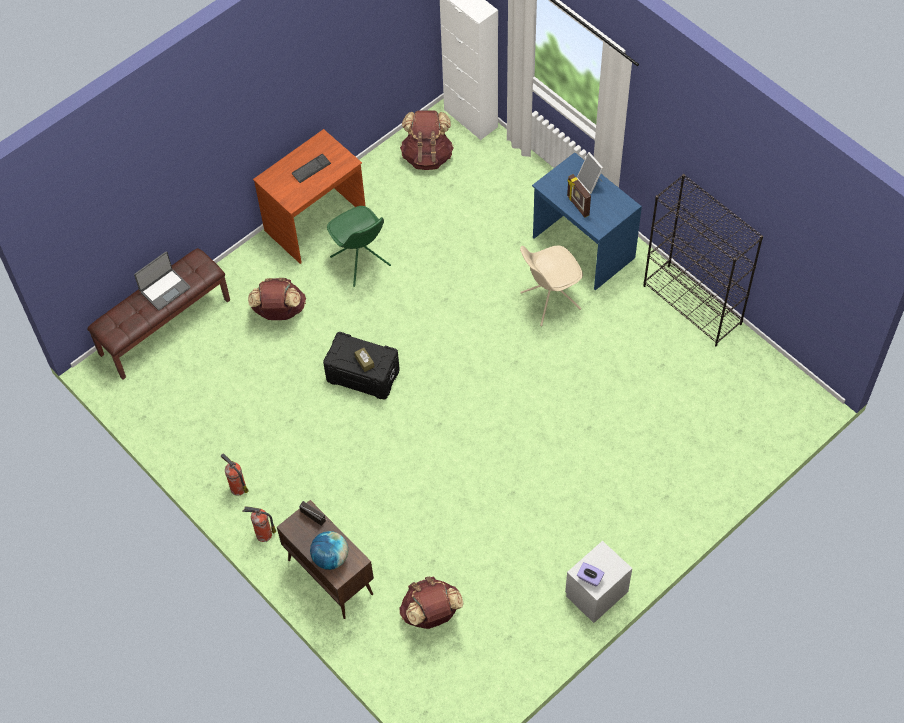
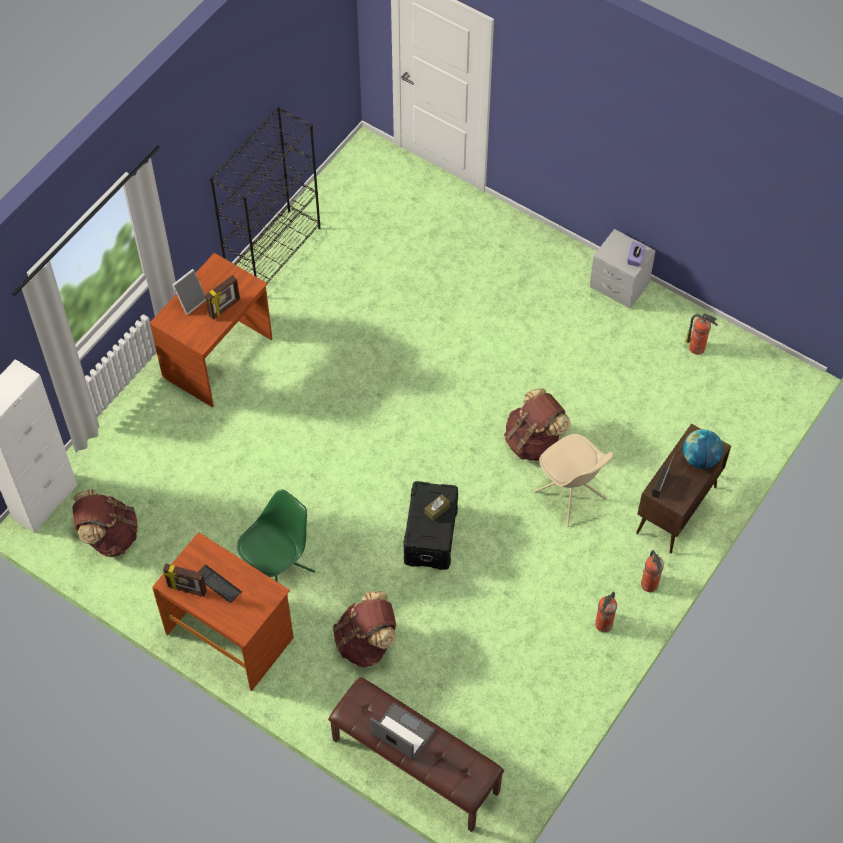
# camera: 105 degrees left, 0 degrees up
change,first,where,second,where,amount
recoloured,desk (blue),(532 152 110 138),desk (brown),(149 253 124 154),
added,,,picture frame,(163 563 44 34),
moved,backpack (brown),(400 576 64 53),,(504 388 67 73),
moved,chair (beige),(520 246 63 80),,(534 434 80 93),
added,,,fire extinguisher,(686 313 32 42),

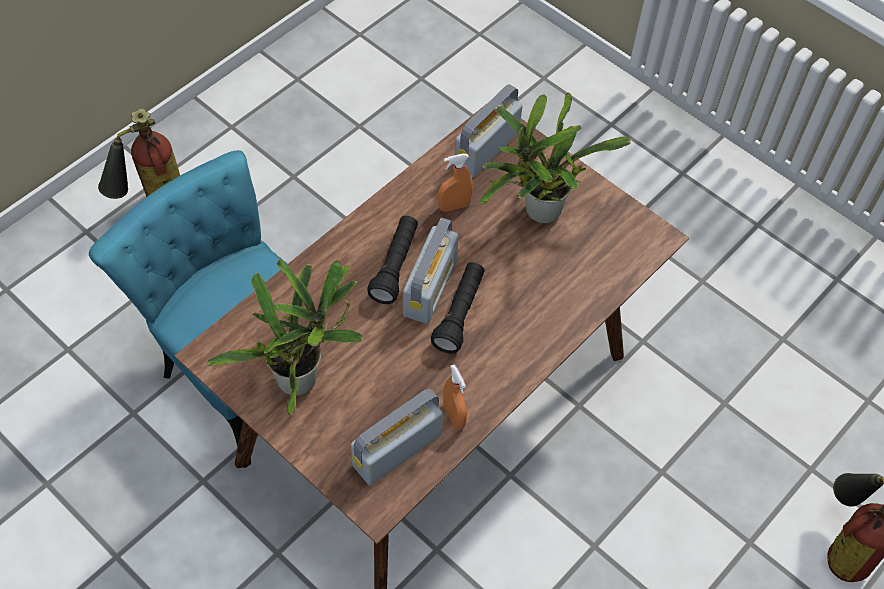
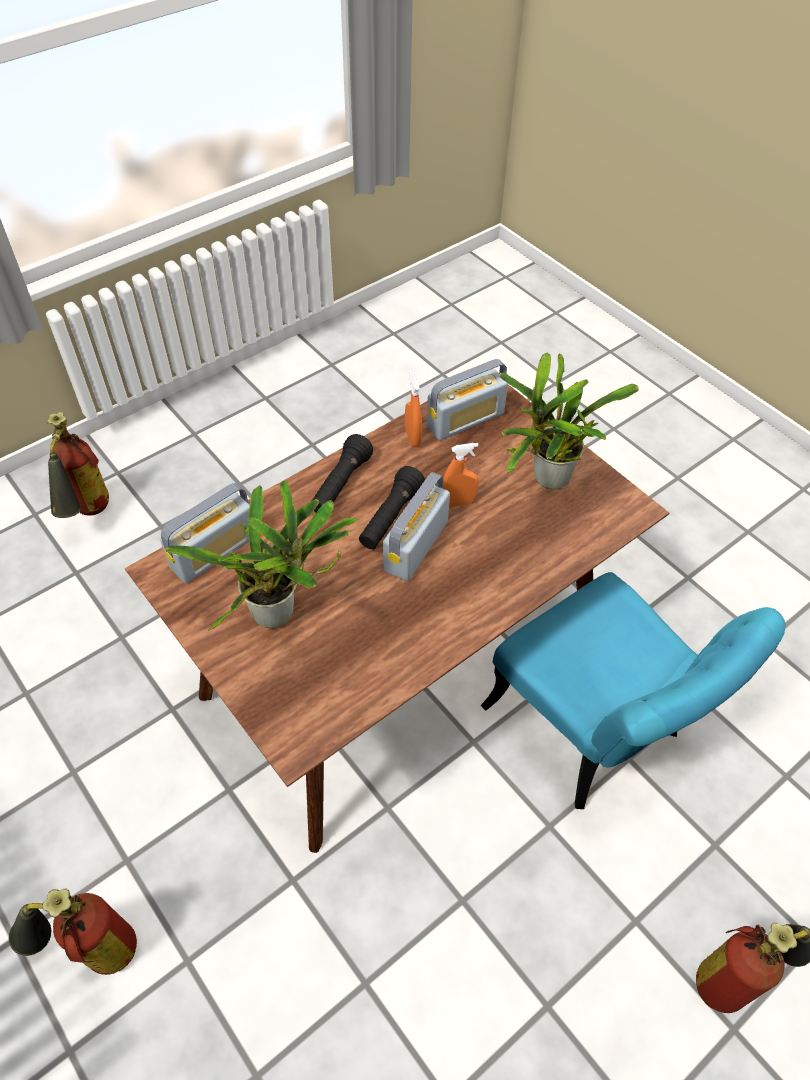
# camera: 170 degrees left, 5 degrees down
change,first,where,second,where,amount
added,,,fire extinguisher,(9 889 128 86),
moved,radio,(455 84 68 93),,(160 483 90 100),
moved,flashlight (black),(367 216 51 88),,(312 434 61 78),
moved,spray bottle (orange),(438 153 35 59),,(443 443 36 64),

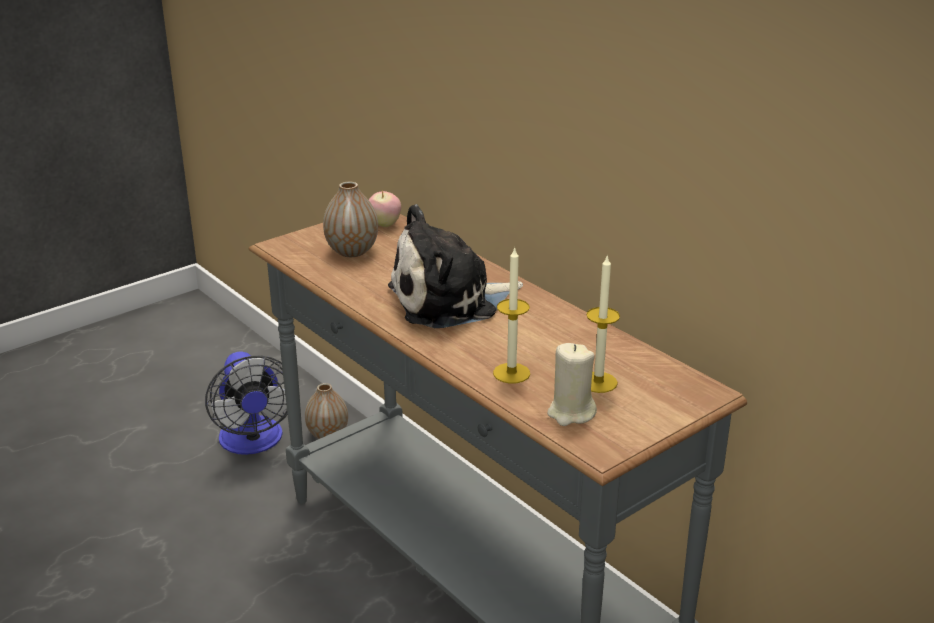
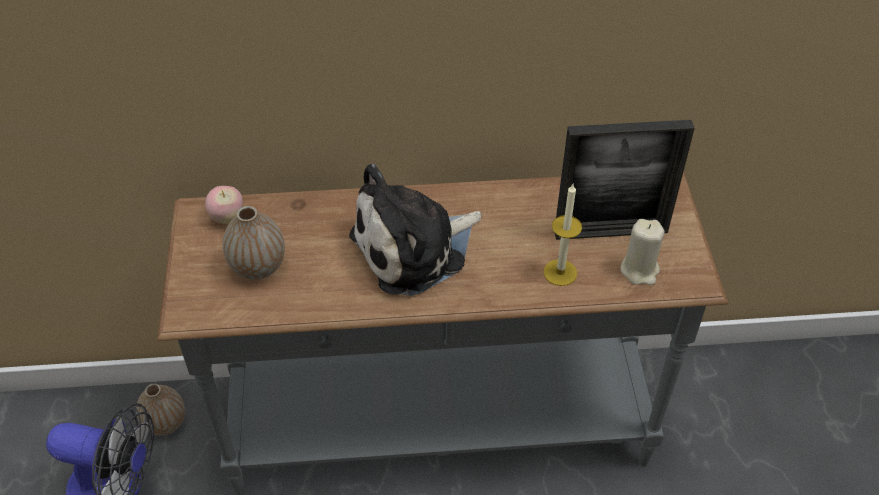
# camera: 55 degrees left, 20 degrees up
change,first,where,second,where,amount
turned,plush toy,(388 204 135 124),,(349 164 132 132),45 degrees clockwise
replaced,candle,(586 254 34 139),picture frame,(555 120 140 120),

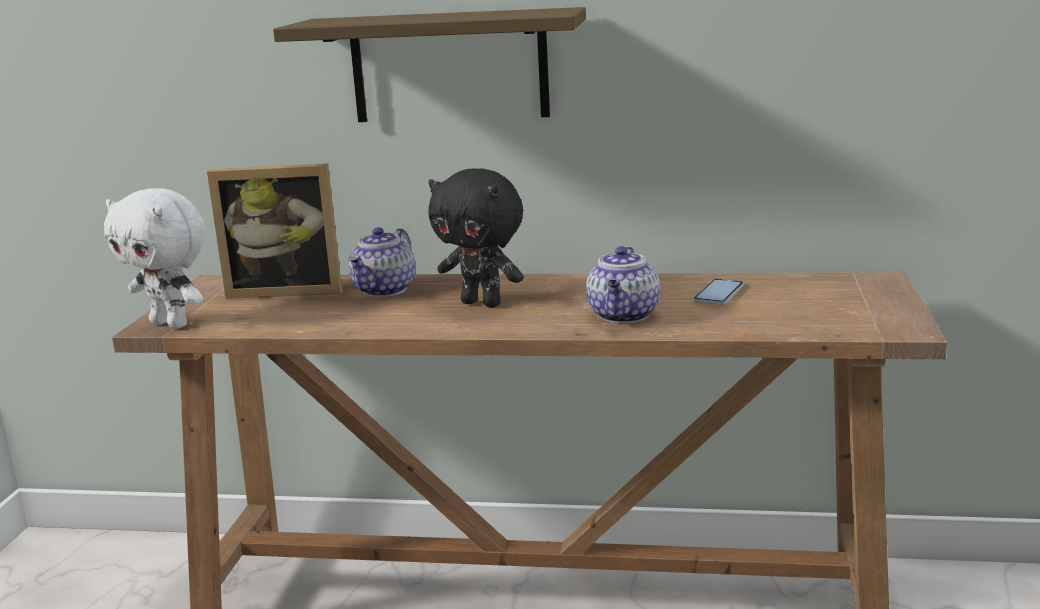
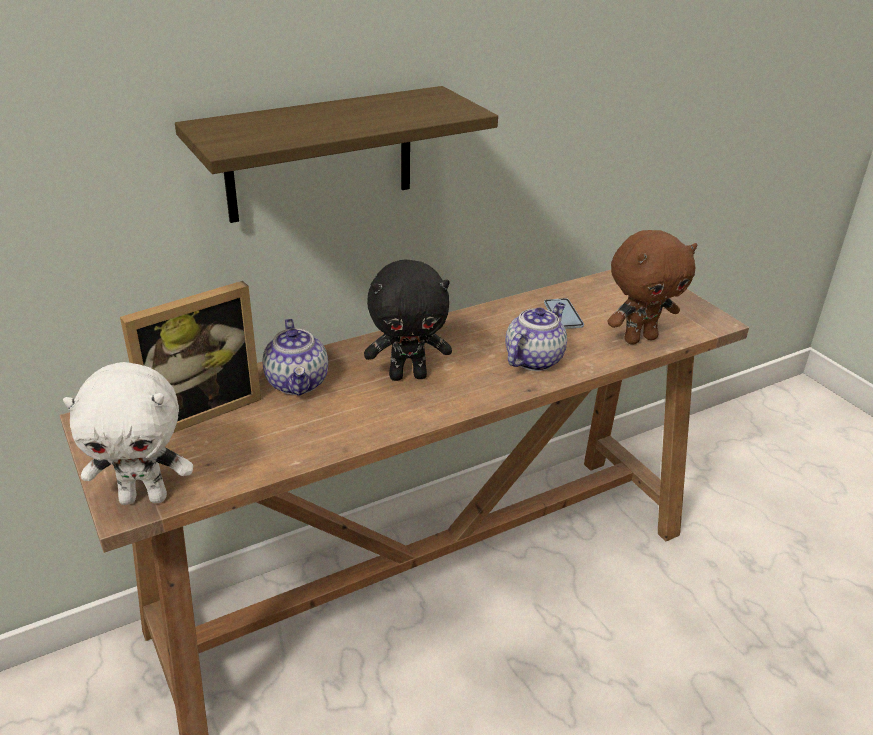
# camera: 40 degrees left, 15 degrees up
change,first,where,second,where,amount
turned,teapot,(586 246 74 77),,(505 302 62 69),120 degrees counterclockwise
added,,,plush toy (brown),(607 230 90 115),

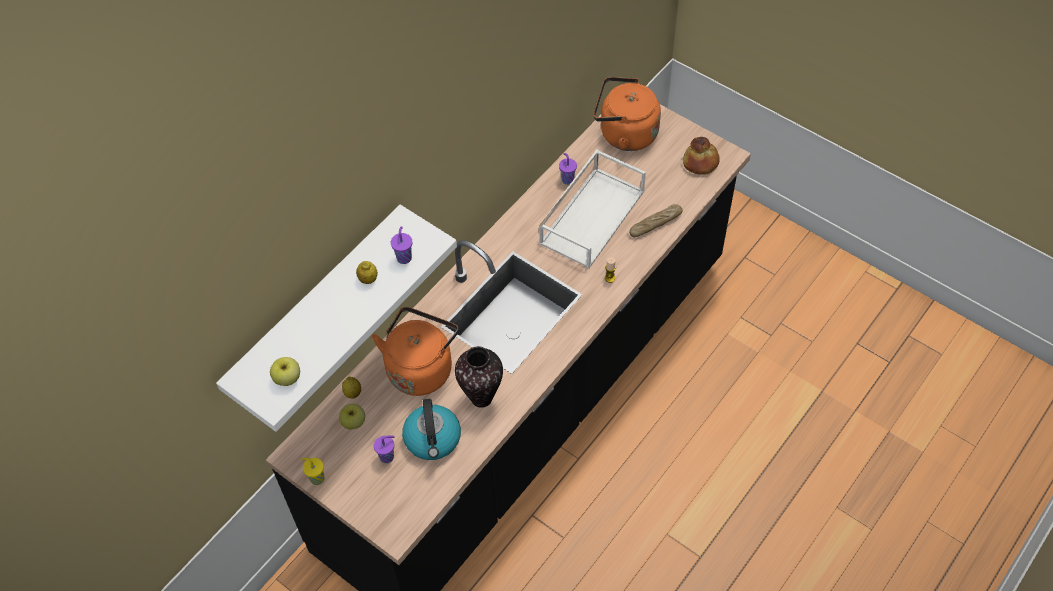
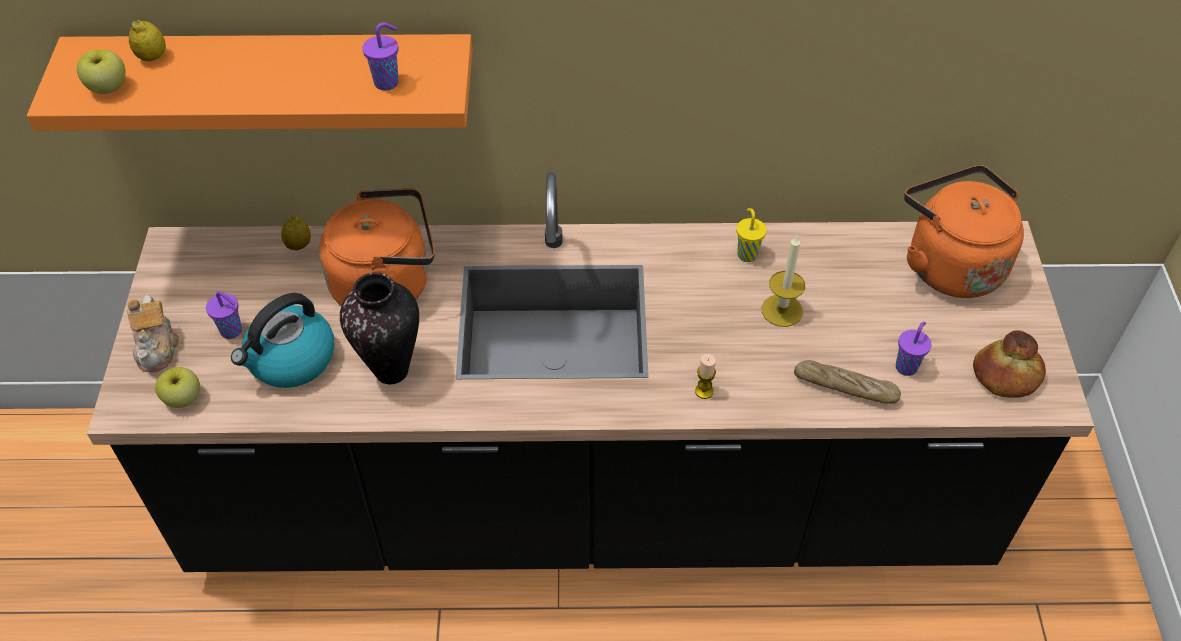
# camera: 50 degrees right, 5 degrees down
change,first,where,second,where,amount
recoloured,shelf (white),(216 205 241 227),shelf (orange),(27 34 446 97),
added,,,teapot,(127 295 52 77),
moved,lemon,(356 261 22 23),,(129 20 37 41),
moved,apple,(339 404 26 25),,(155 367 45 41),
moved,cup (yellow),(301 458 23 27),,(737 208 30 54),
replaced,tray (white),(539 149 107 119),candle,(762 236 43 91),
moved,cup (purple),(559 153 18 32),,(896 322 35 54),

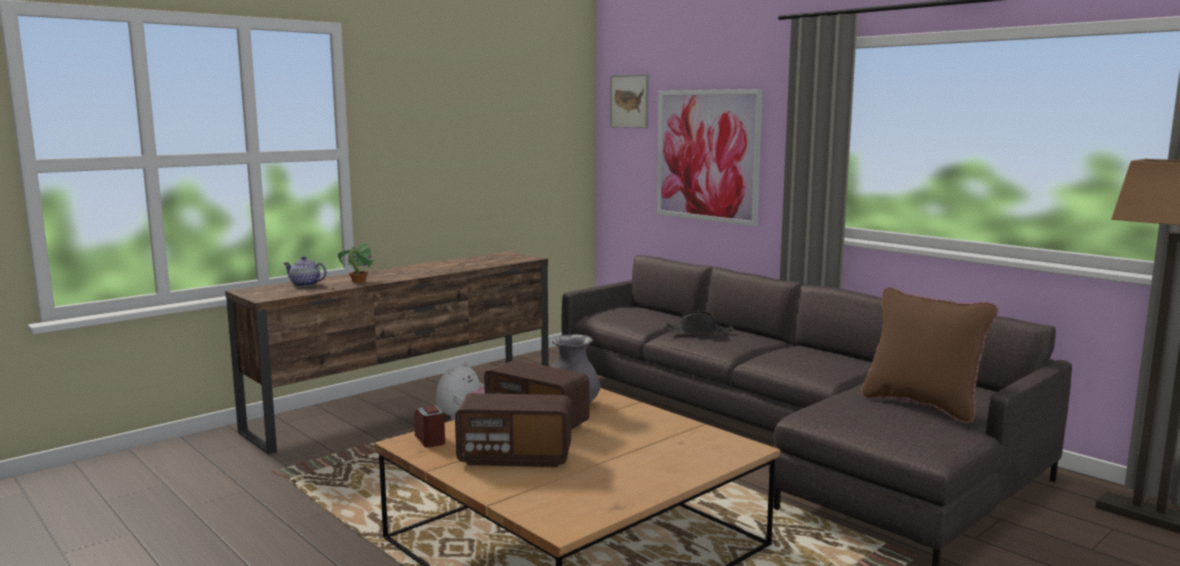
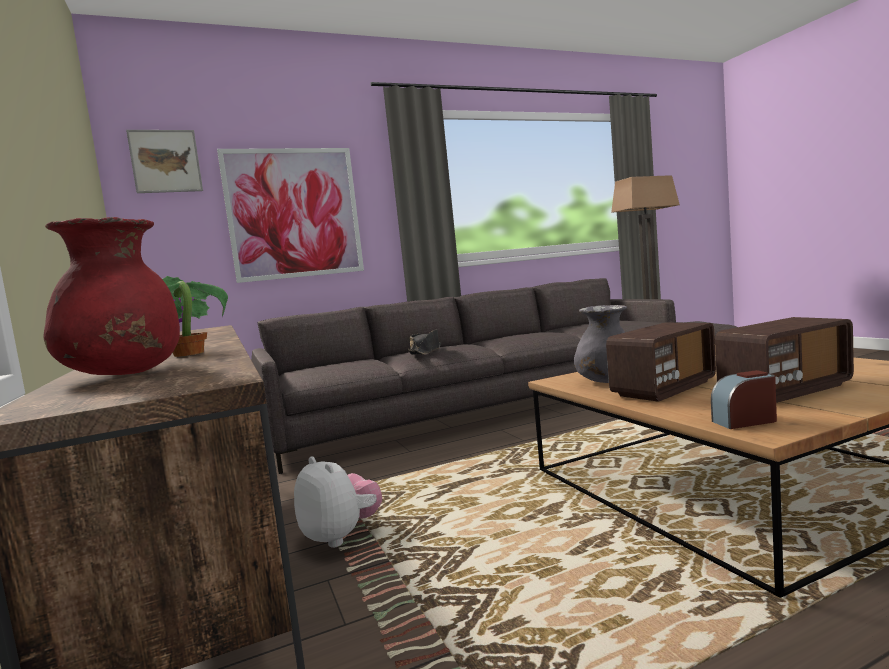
# camera: 70 degrees left, 5 degrees down
change,first,where,second,where,amount
replaced,teapot,(283 256 44 31),vase (red),(43 217 137 158),
turned,radio,(455 393 116 74),,(715 317 139 86),45 degrees clockwise
removed,pillow (brown),(861 287 137 136),,,

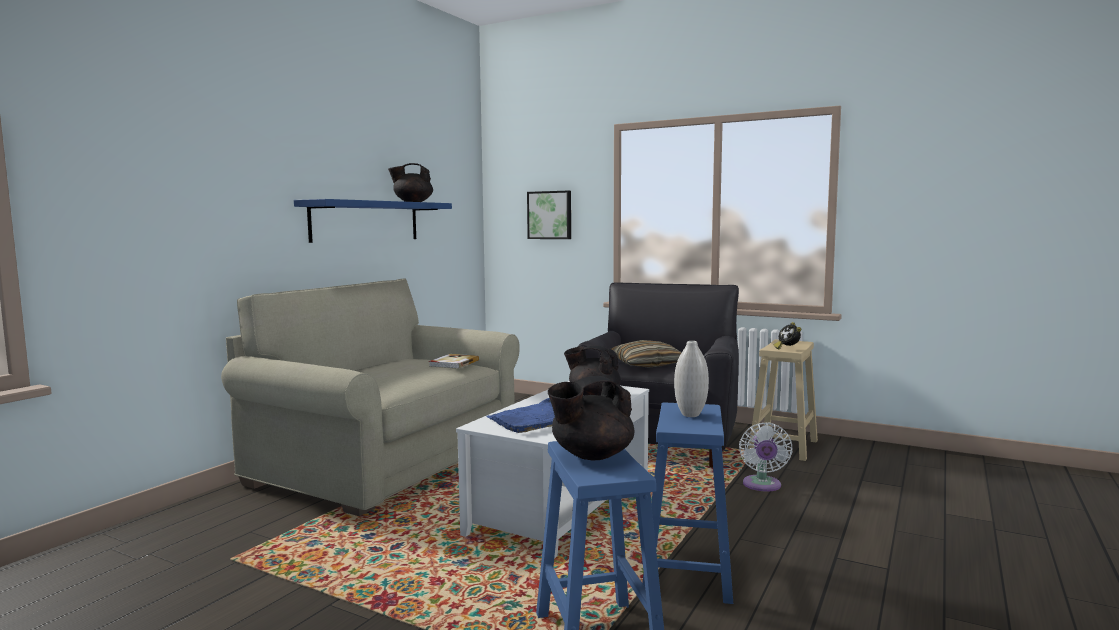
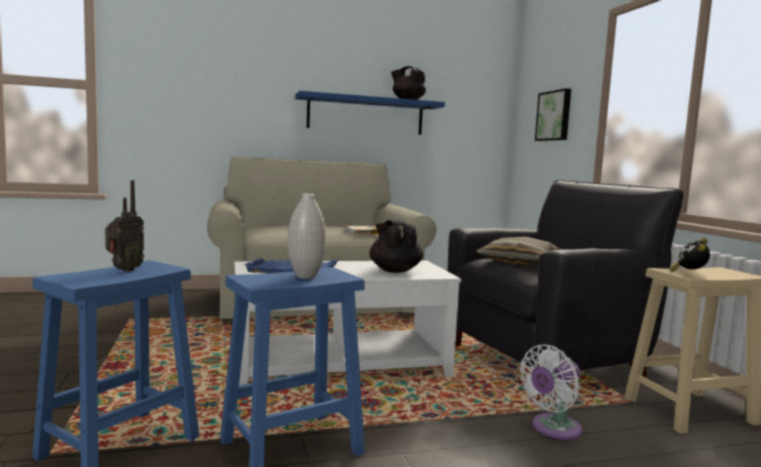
# camera: 45 degrees right, 0 degrees up
change,first,where,second,where,amount
replaced,teapot (black),(548 376 86 84),radio,(105 180 39 92),

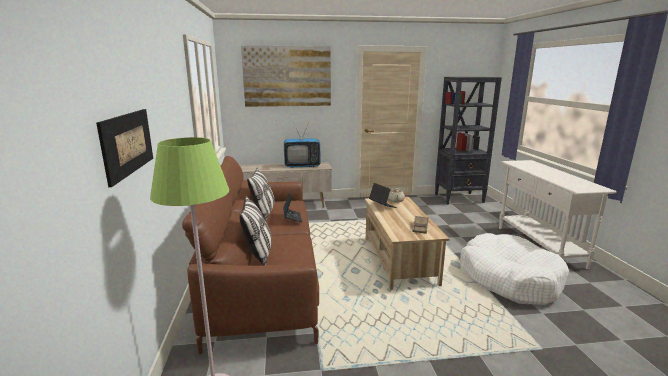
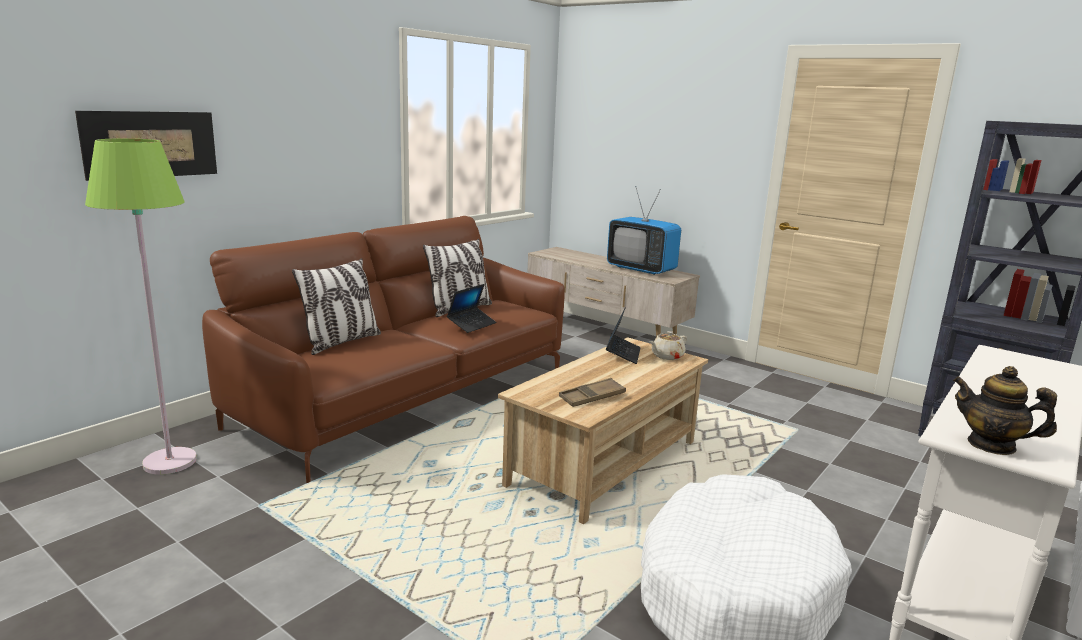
# camera: 45 degrees right, 0 degrees up
change,first,where,second,where,amount
added,,,teapot,(953 366 104 89),
removed,picture,(241 46 90 61),,,

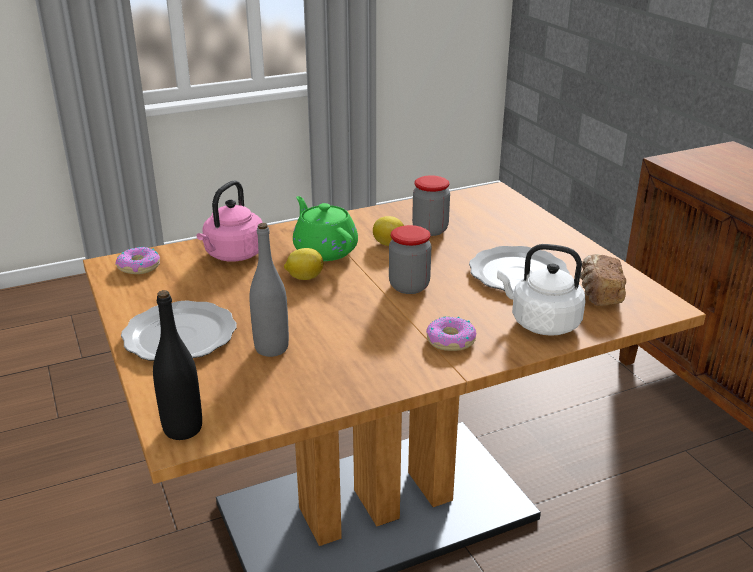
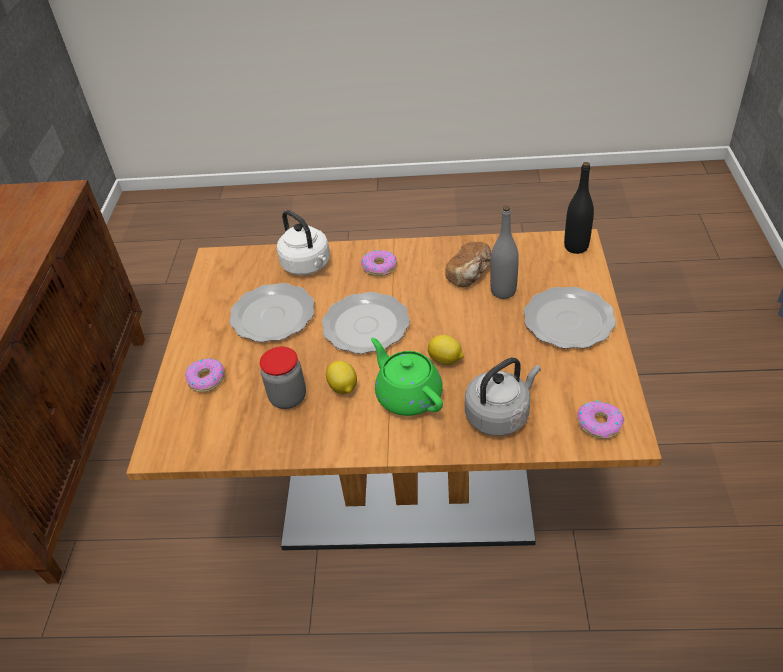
# camera: 150 degrees left, 15 degrees up
change,first,where,second,where,amount
added,,,donut,(185 358 40 34),
replaced,jar,(389 225 42 69),plate,(322 292 88 62),
turned,teapot (green),(293 196 65 65),,(371 338 72 78),150 degrees clockwise
moved,bread,(580 254 46 52),,(445 241 46 47),
recoloured,kettle (pink),(196 180 67 81),kettle (grey),(465 358 76 78),

